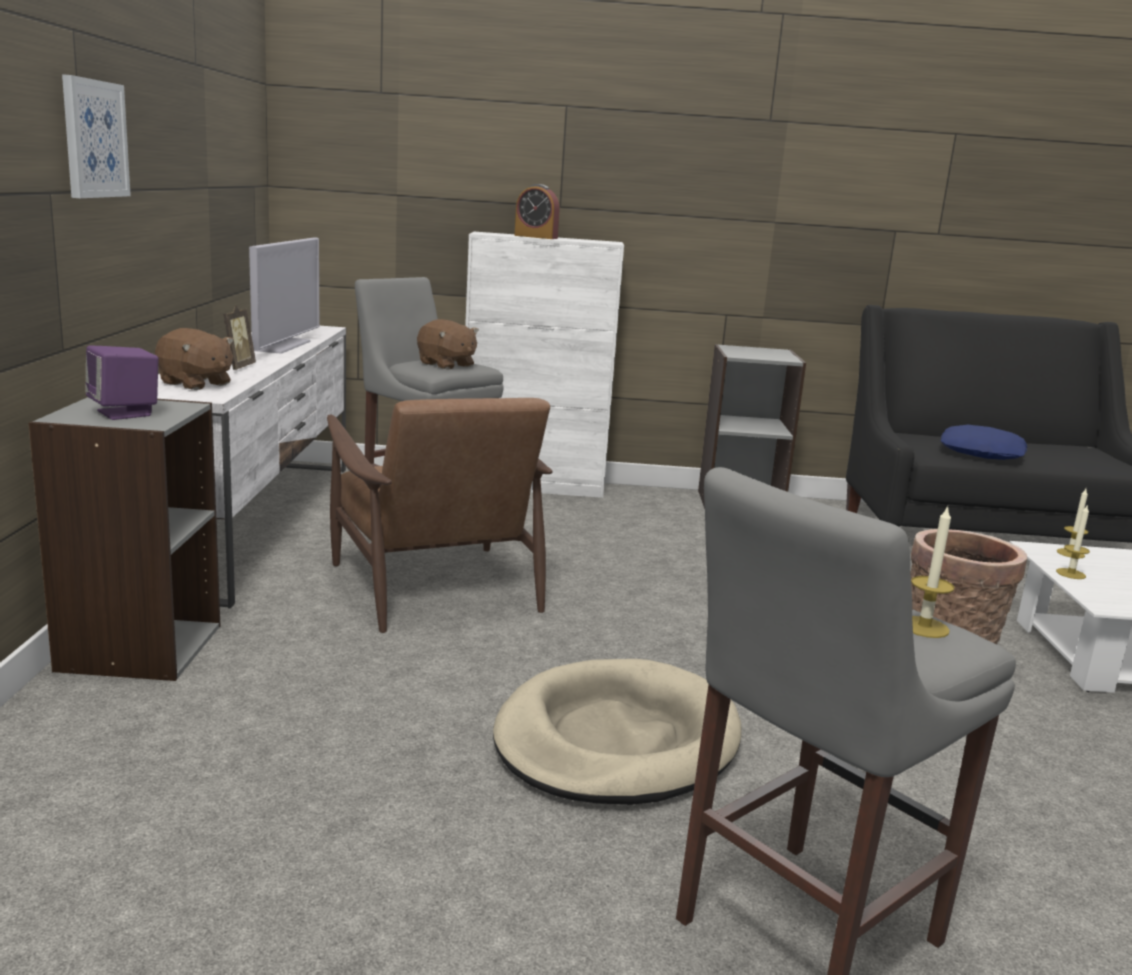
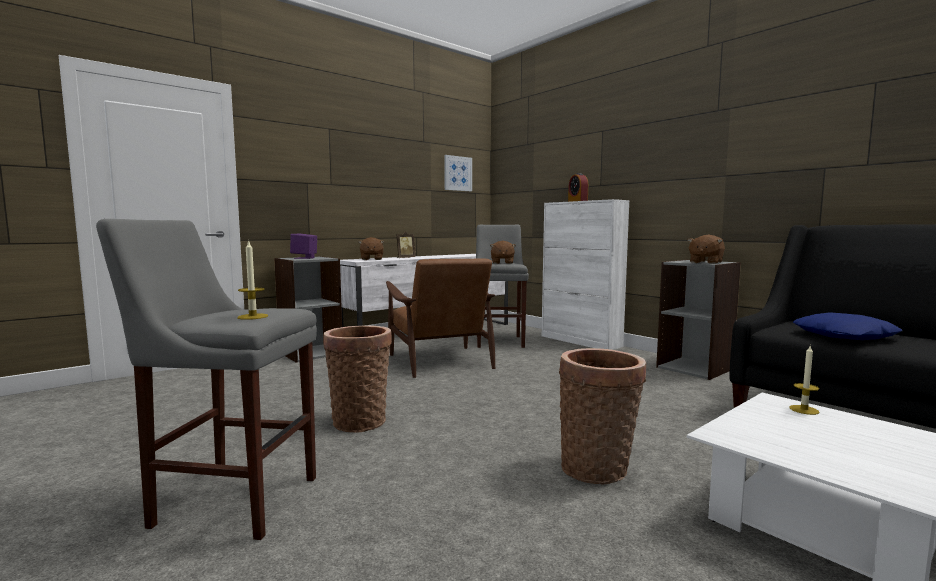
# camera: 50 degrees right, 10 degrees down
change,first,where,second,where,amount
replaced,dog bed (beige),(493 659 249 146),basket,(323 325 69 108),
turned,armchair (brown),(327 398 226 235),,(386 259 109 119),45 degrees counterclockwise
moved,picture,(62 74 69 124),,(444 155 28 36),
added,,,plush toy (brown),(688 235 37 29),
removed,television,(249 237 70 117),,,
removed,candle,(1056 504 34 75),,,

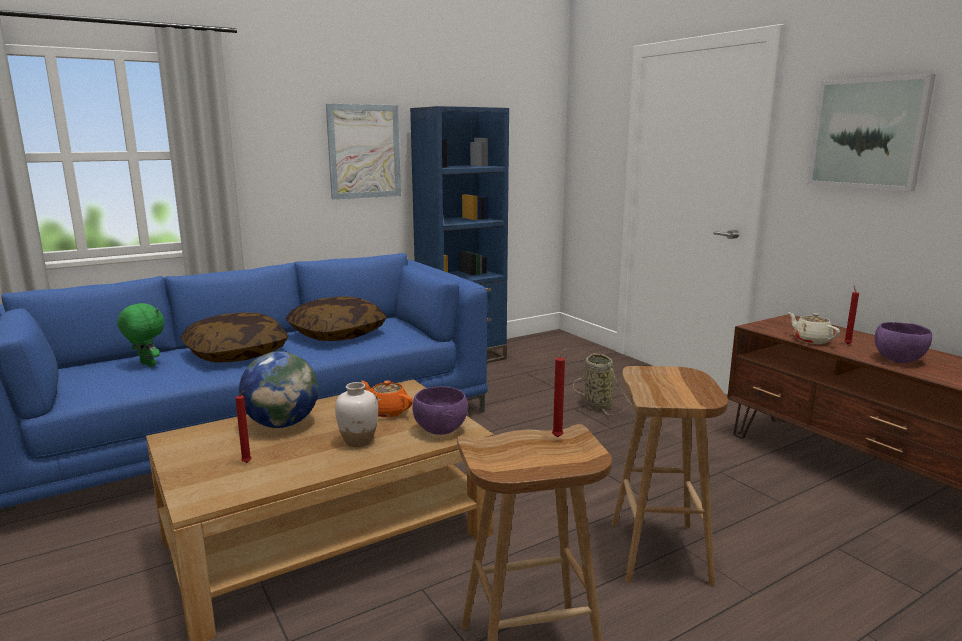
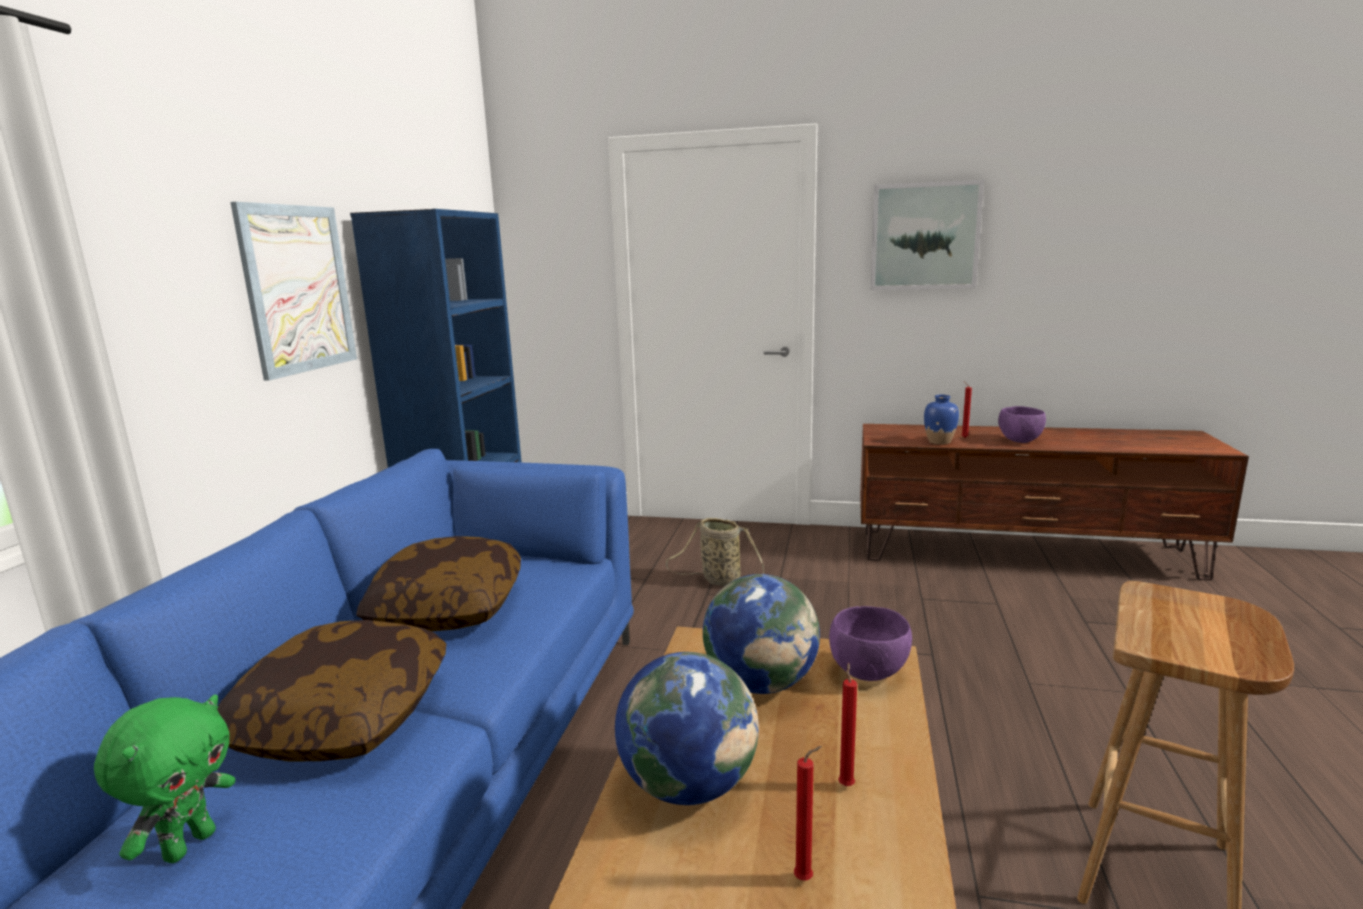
# camera: 45 degrees left, 0 degrees up
change,first,where,second,where,amount
turned,plush toy (green),(117 303 47 64),,(94 694 142 169),120 degrees clockwise
replaced,teapot (orange),(361 381 52 36),globe,(703 574 117 120),
moved,candle (red),(552 348 15 90),,(838 663 19 123),
replaced,teapot (beige),(788 312 52 32),vase (blue),(924 395 35 50),
removed,vase (white),(335 382 43 65),,,
removed,stool (brown),(612 366 116 220),,,

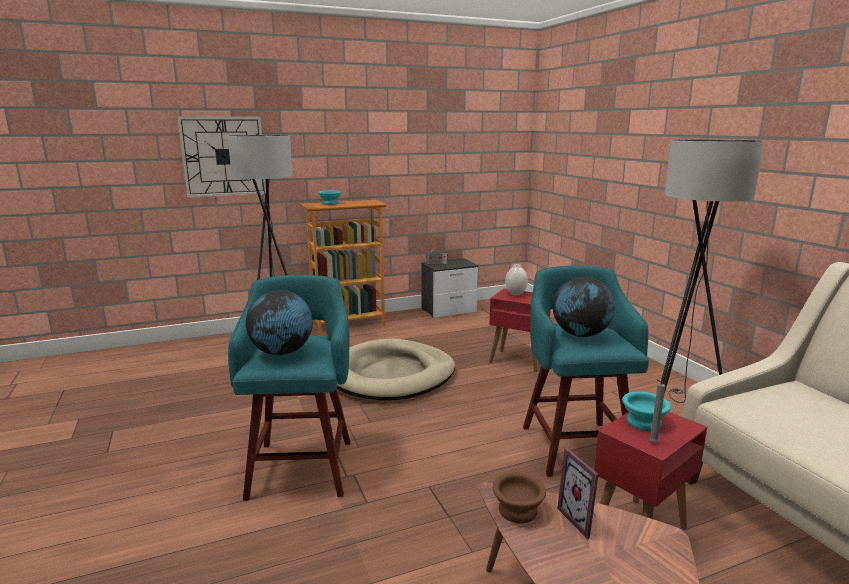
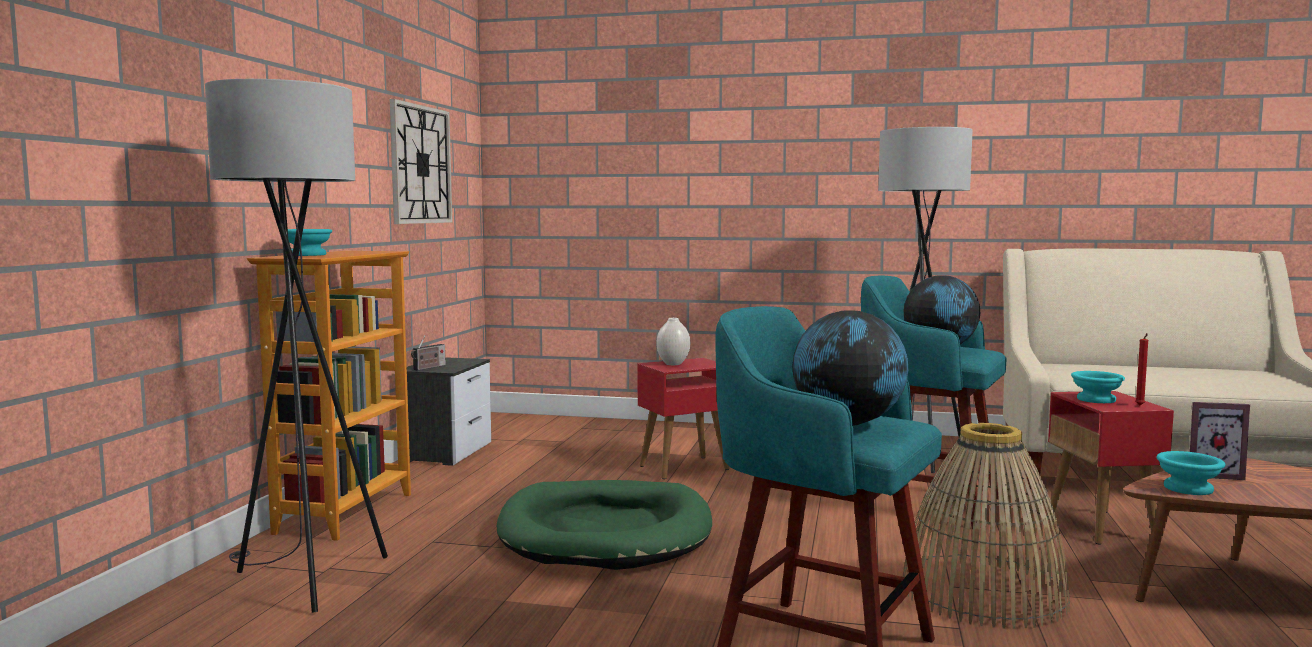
# camera: 55 degrees left, 10 degrees down
change,first,where,second,where,amount
moved,wall clock,(177 116 89 82),,(390 99 62 125),
recoloured,dog bed (beige),(337 338 118 62),dog bed (green),(497 480 215 90),
added,,,basket,(903 423 167 206),
recoloured,candle (grey),(649 379 16 64),candle (red),(1135 333 13 72),
recoloured,bowl (brown),(493 472 53 51),bowl (turquoise),(1156 451 69 44),

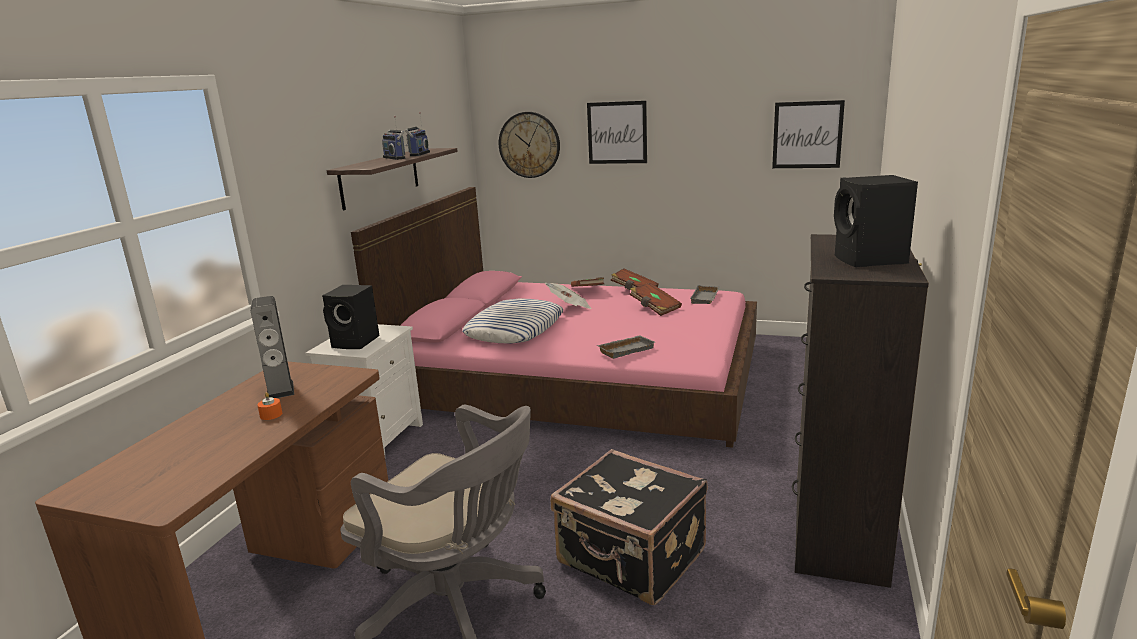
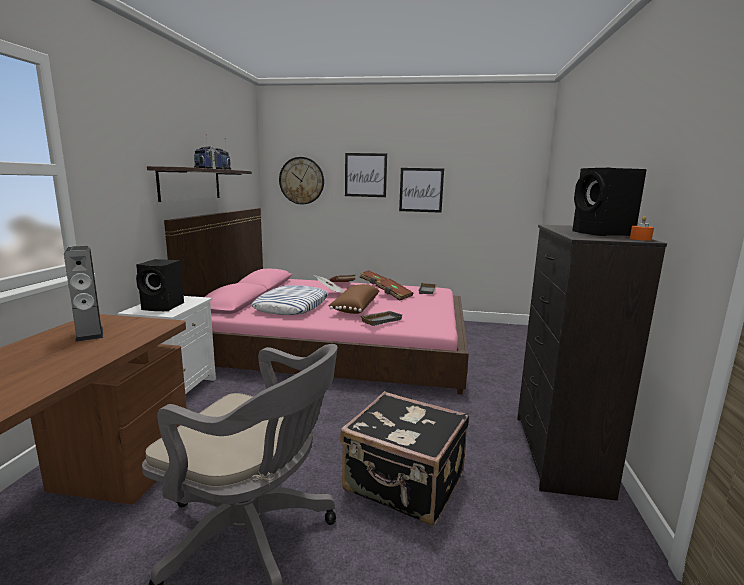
# camera: 10 degrees left, 5 degrees down
change,first,where,second,where,amount
added,,,pillow (brown),(328 284 51 30),
moved,picture,(772 100 73 68),,(399 168 45 45),
moved,candle (orange),(257 392 25 28),,(630 216 24 25),

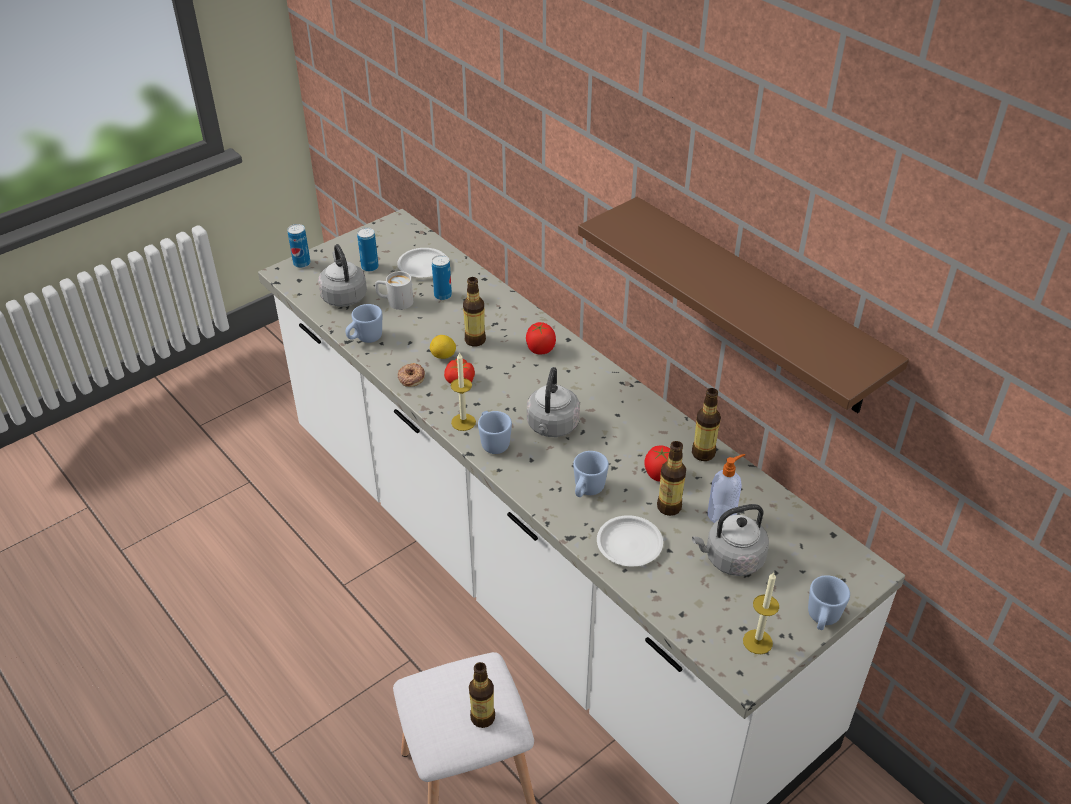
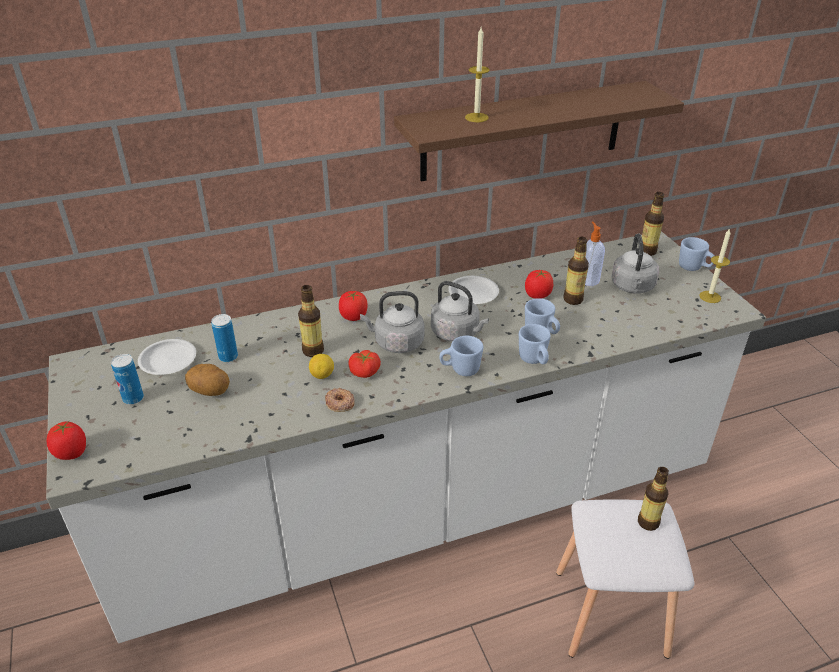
# camera: 70 degrees left, 5 degrees down
change,first,where,second,where,amount
replaced,can,(287 224 24 44),tomato,(47 421 39 39),
replaced,mug (white),(375 271 38 39),potato,(185 364 45 32),
moved,kettle (grey),(318 244 49 63),,(360 291 64 62),
moved,plate (white),(597 515 66 52),,(448 276 51 28),
moved,candle,(451 352 25 79),,(465 27 24 95),
moved,mug (blue),(346 304 36 39),,(519 324 32 40),
moved,bottle,(692 388 29 73),,(642 192 22 64),

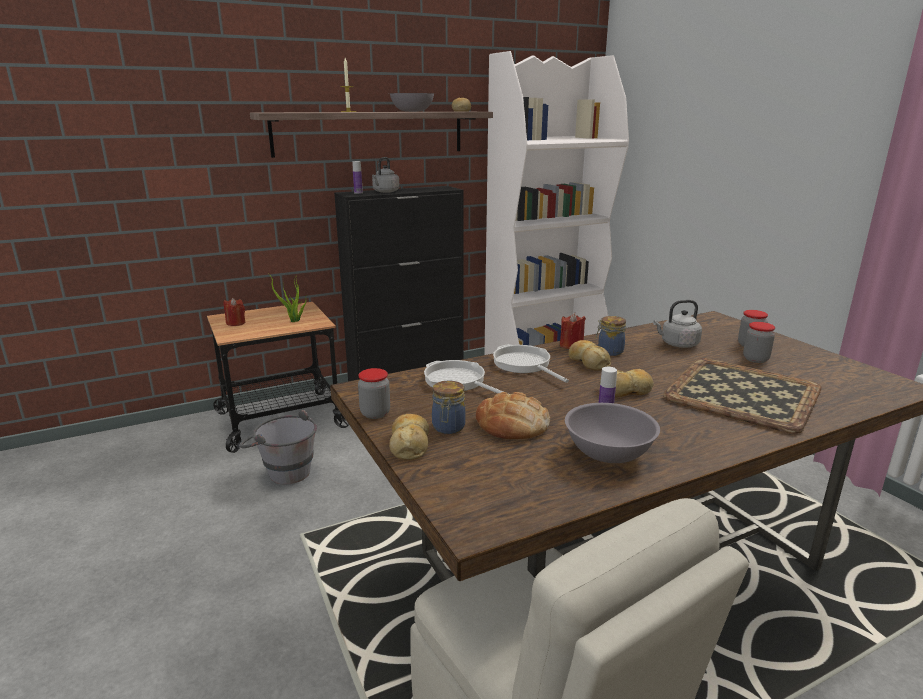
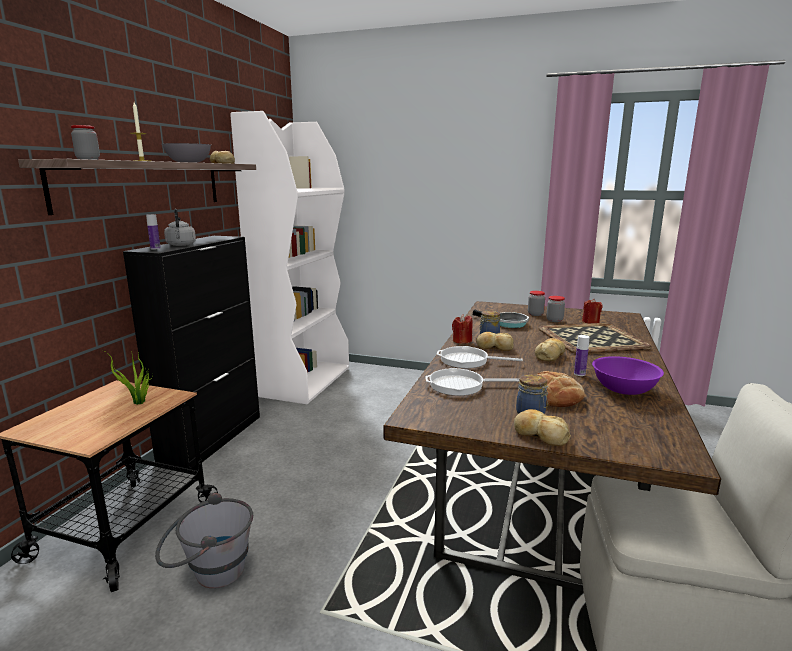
# camera: 45 degrees left, 5 degrees down
change,first,where,second,where,amount
moved,jar,(358 368 32 51),,(71 125 29 35),
replaced,kettle (grey),(653 300 49 48),frying pan,(473 310 56 18),
moved,candle (red),(224 298 22 28),,(582 299 20 25),
recoloured,bowl (grey),(565 403 95 60),bowl (purple),(592 356 72 39),

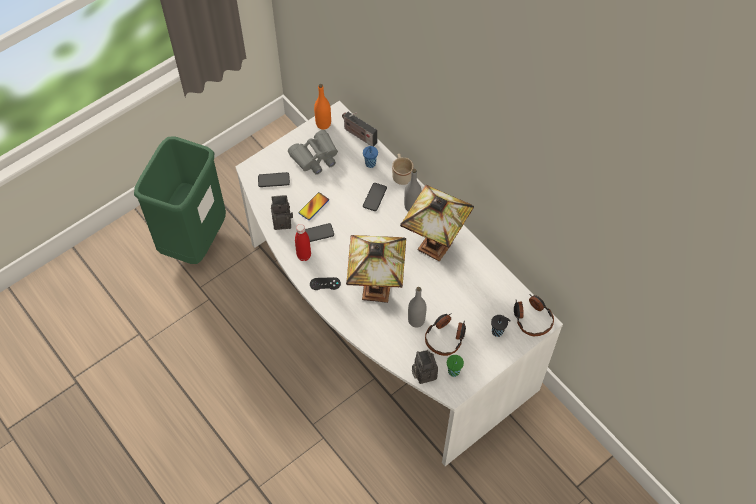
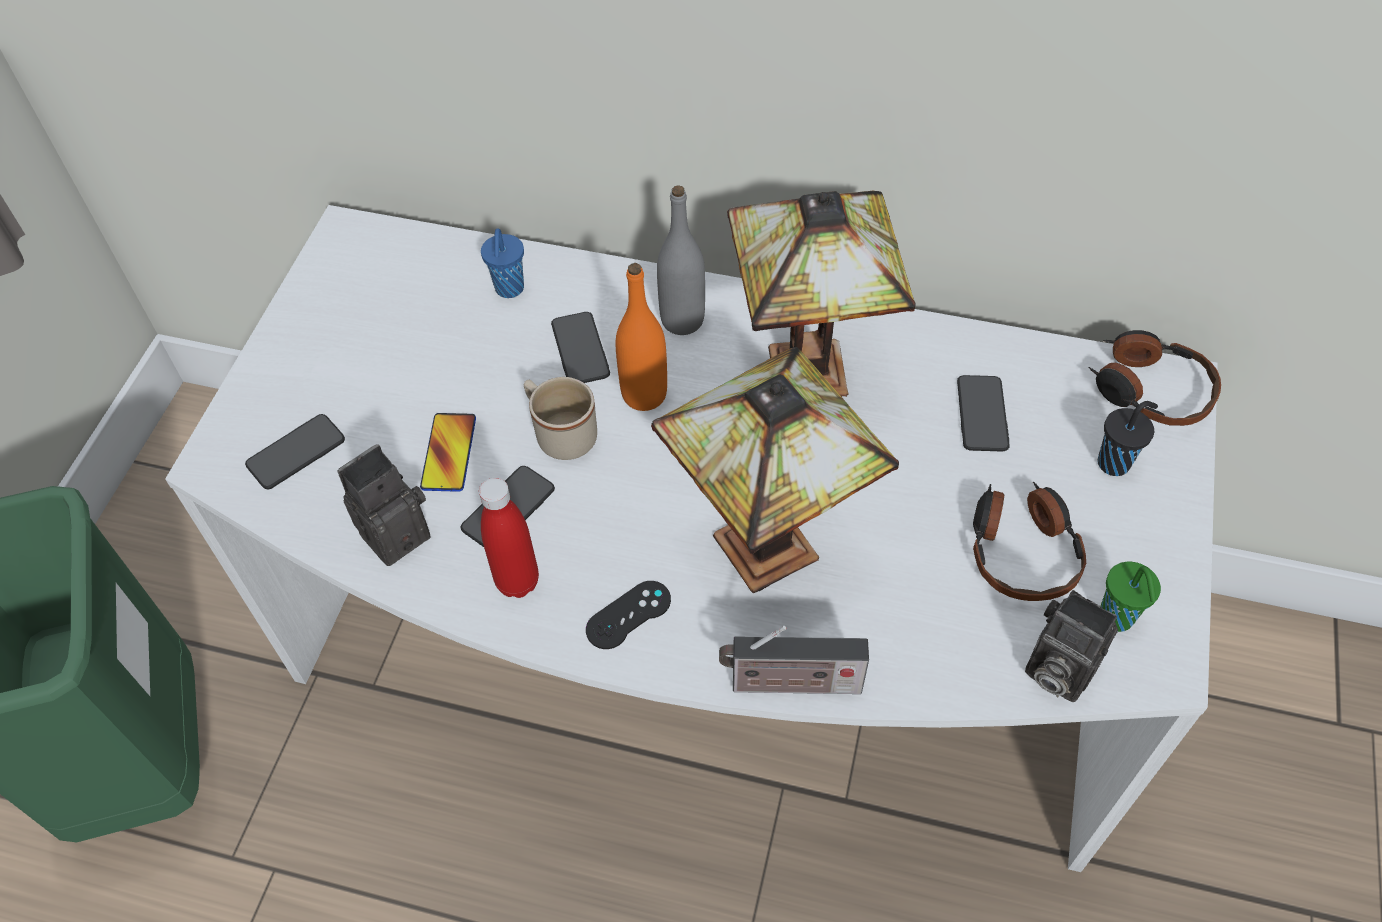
# camera: 35 degrees left, 5 degrees down
change,first,where,second,where,amount
moved,mug (beige),(392 154 22 31),,(524 377 73 83),
moved,bottle (orange),(314 84 17 46),,(616 263 51 148),
moved,radio,(342 112 35 35),,(719 626 150 68),
added,,,phone,(957 375 53 77),
removed,binoculars (grey),(288 130 50 45),,,
removed,bottle (grey),(408 287 18 40),,,

